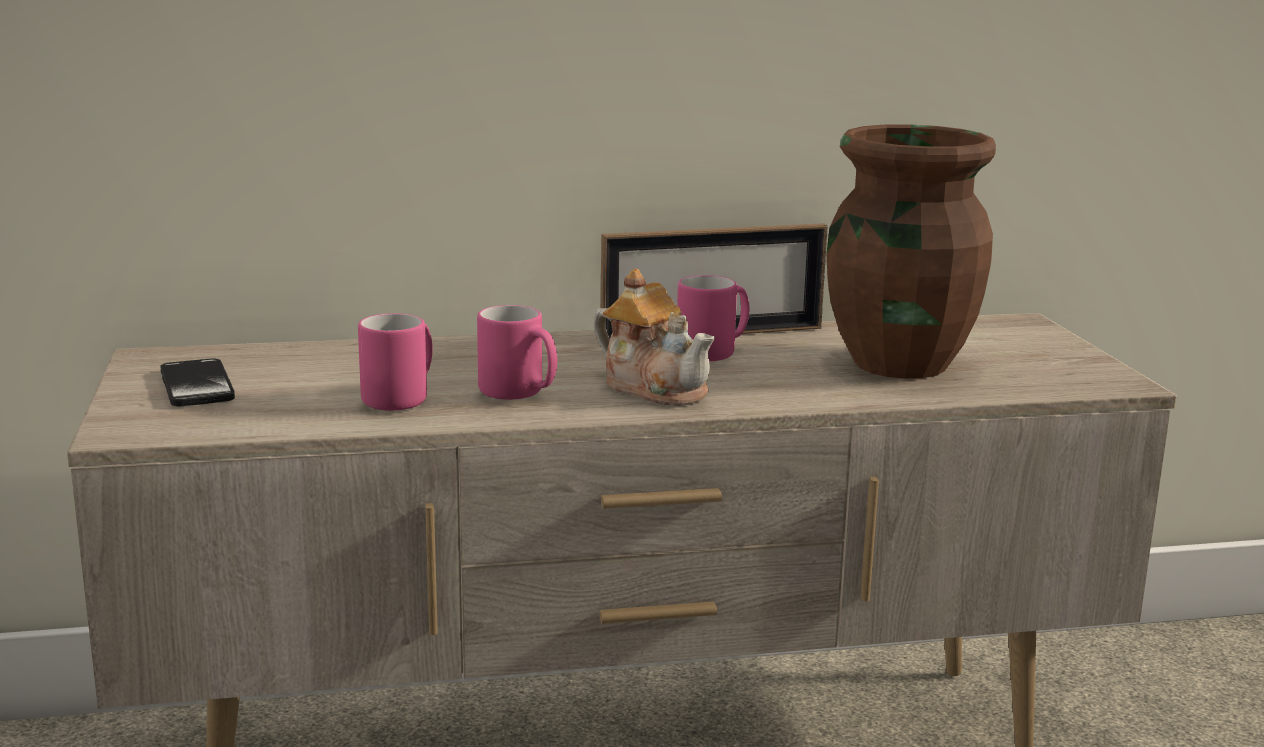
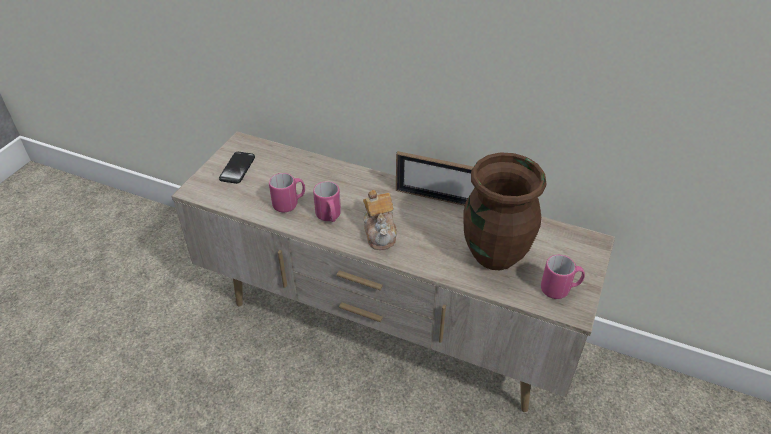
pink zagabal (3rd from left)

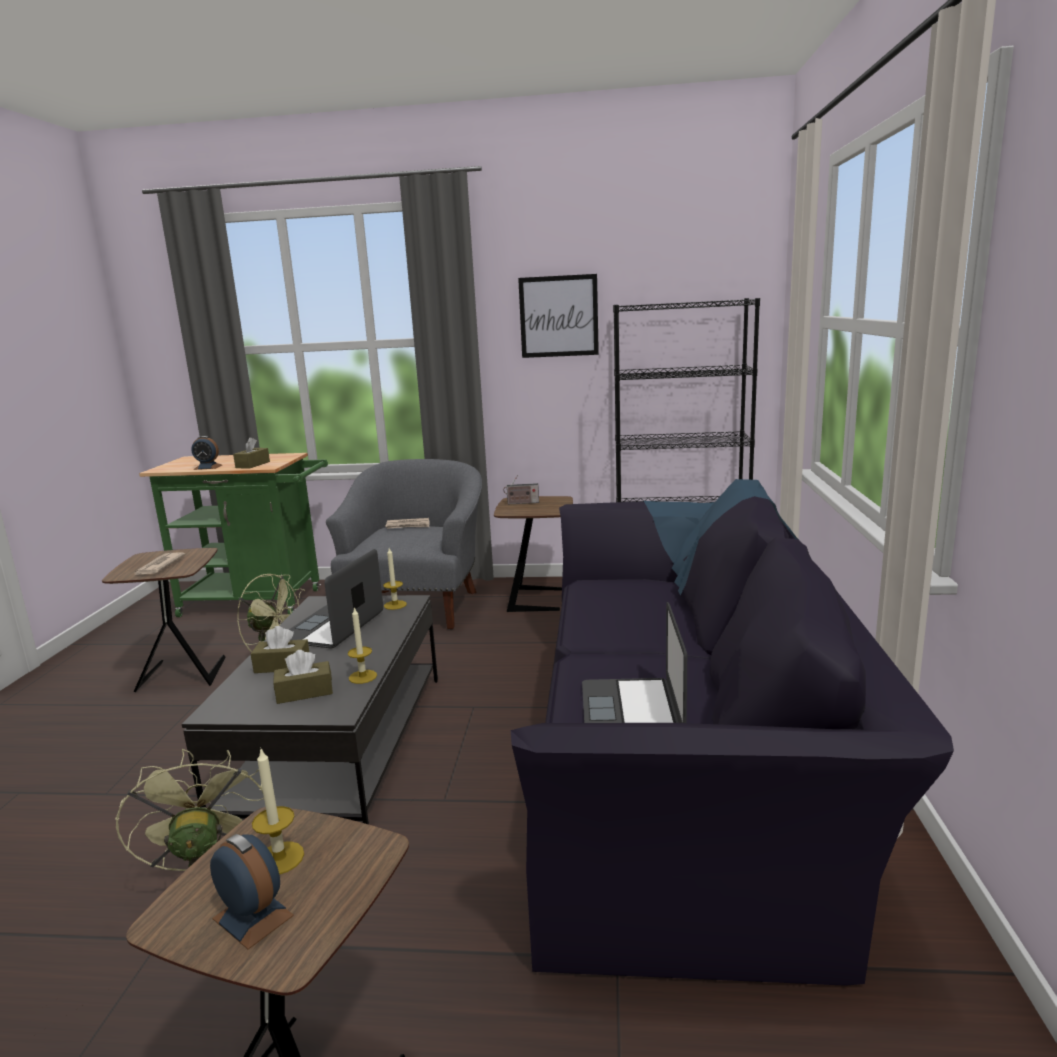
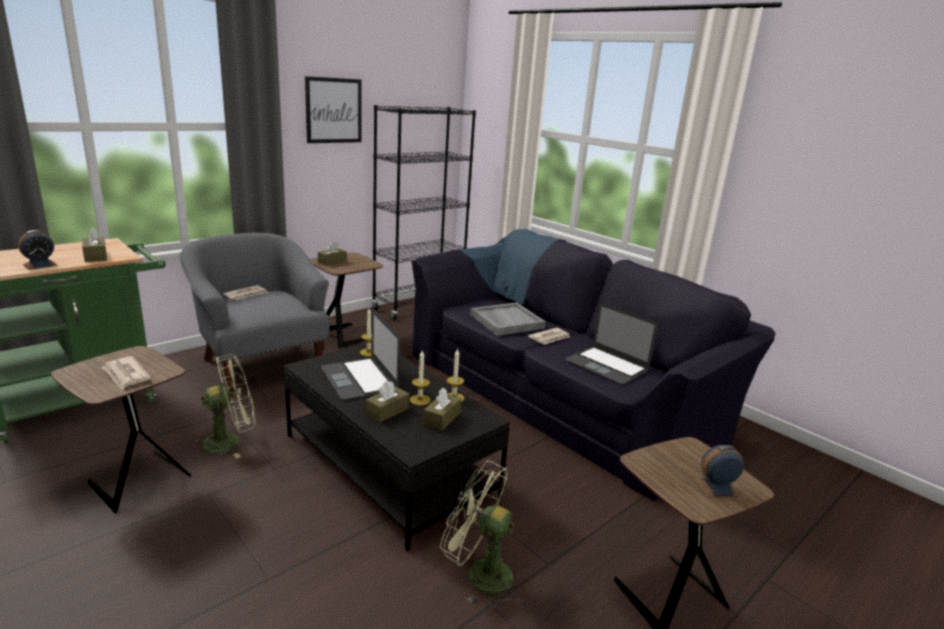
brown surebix (2nd from left)
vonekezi (2nd from left)
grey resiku
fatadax (3rd from left)

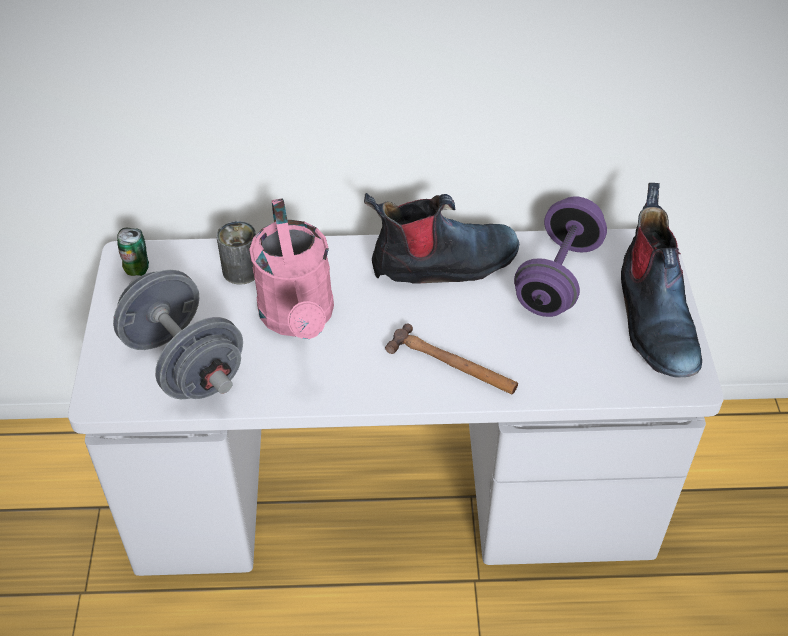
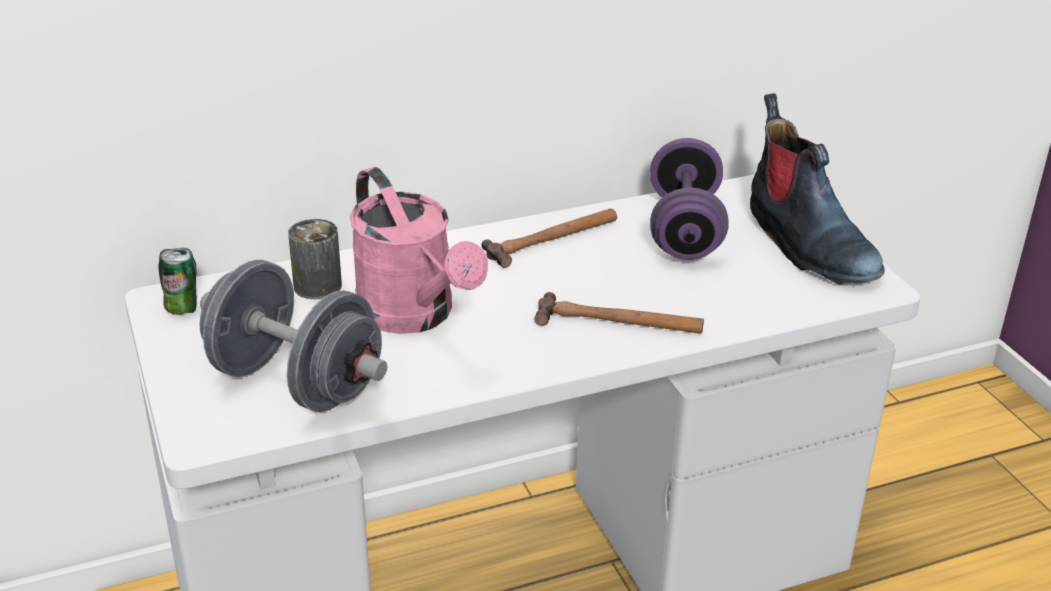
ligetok (1st from left)

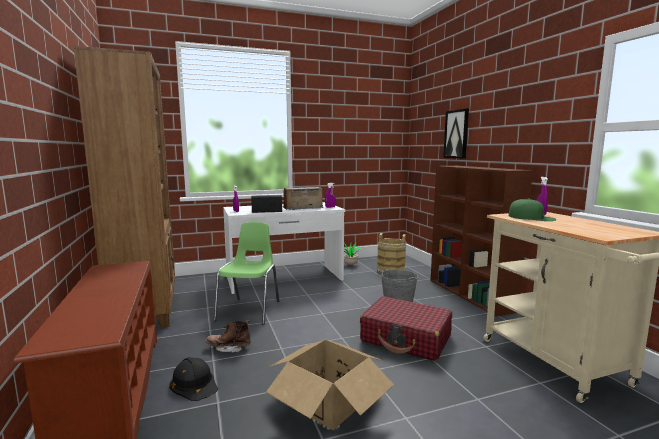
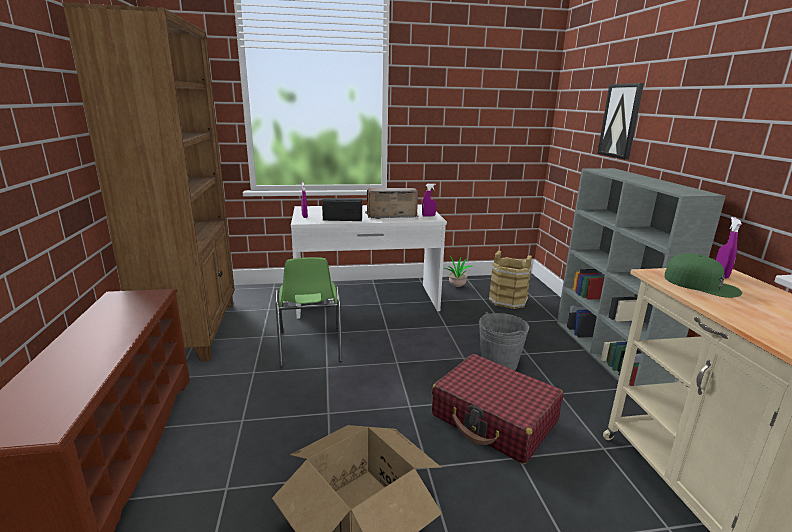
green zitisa
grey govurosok
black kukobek
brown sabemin

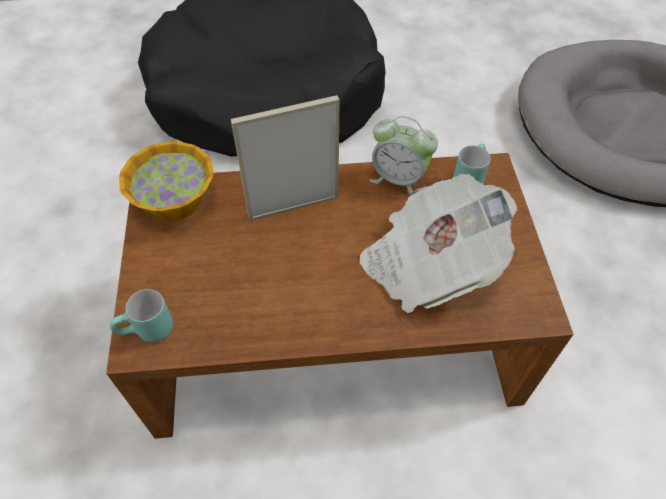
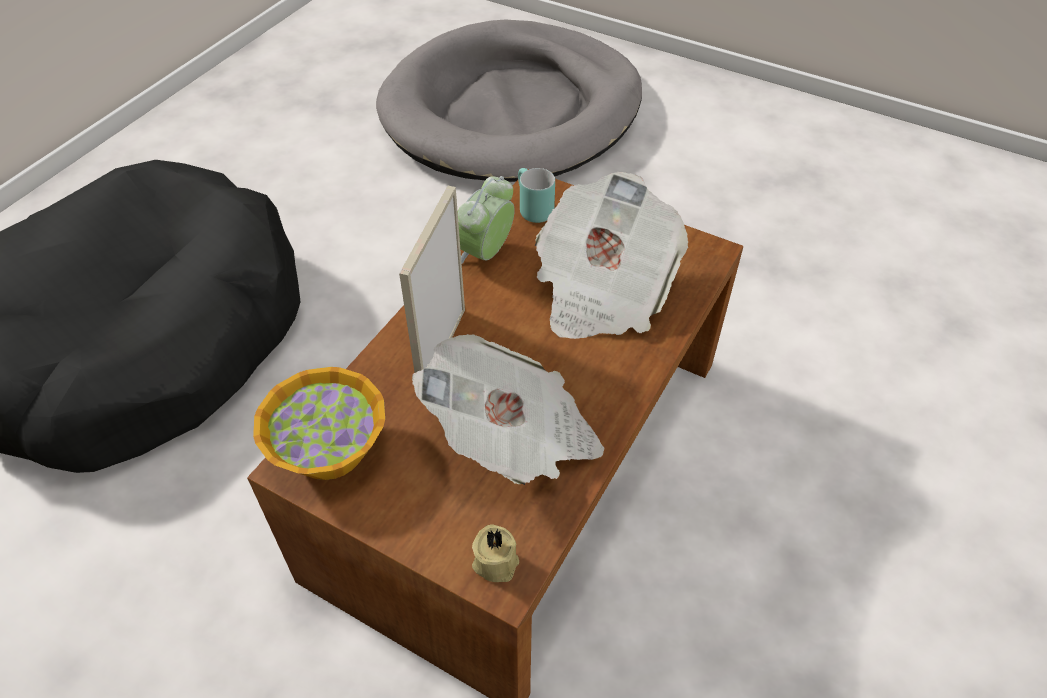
fatadax (1st from left)
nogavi
beige vonekezi

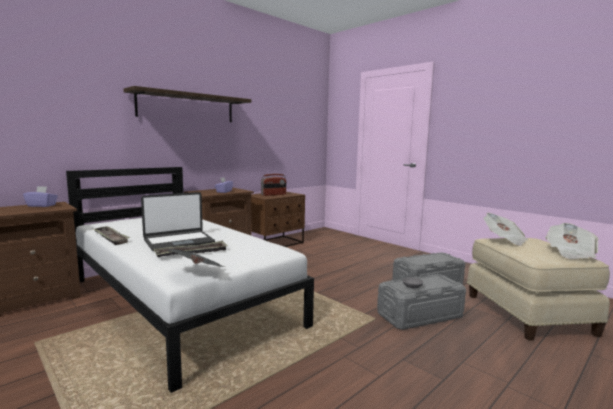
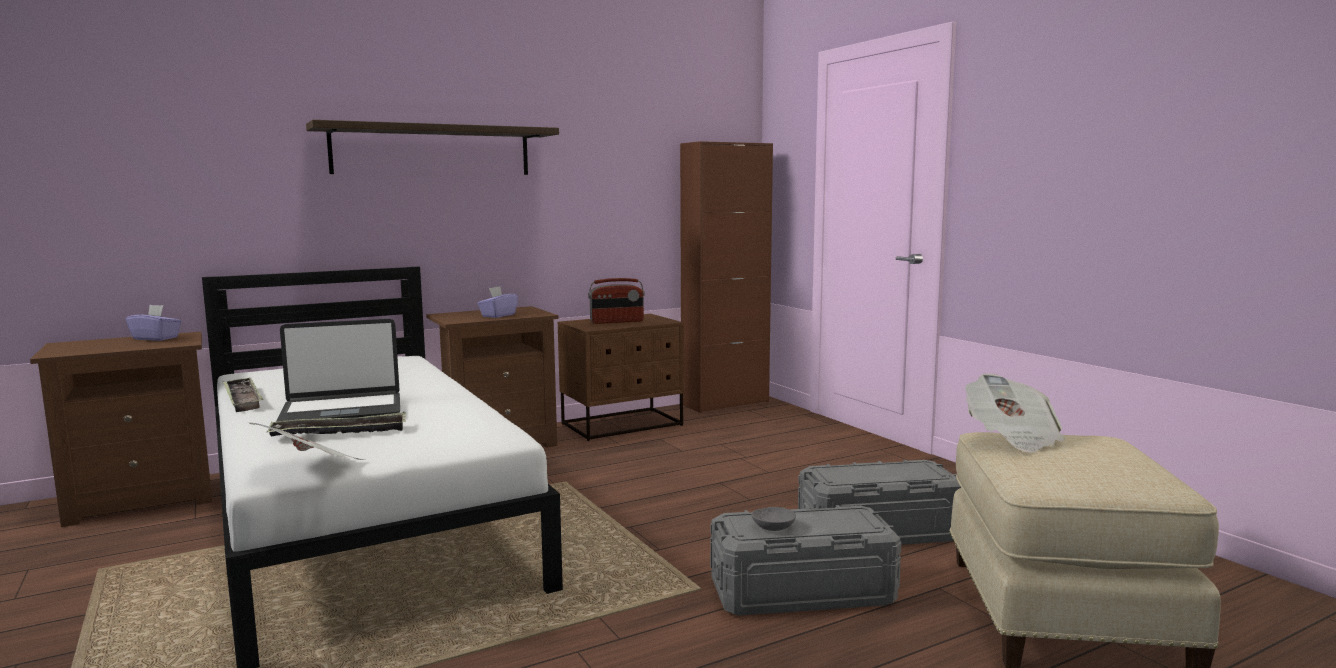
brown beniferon
fatadax (3rd from left in the first image)

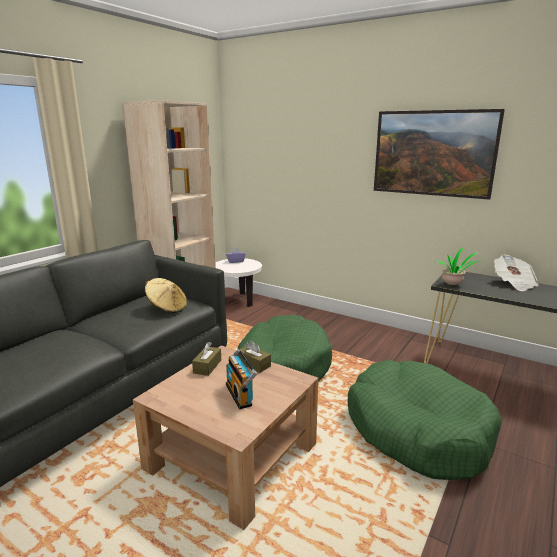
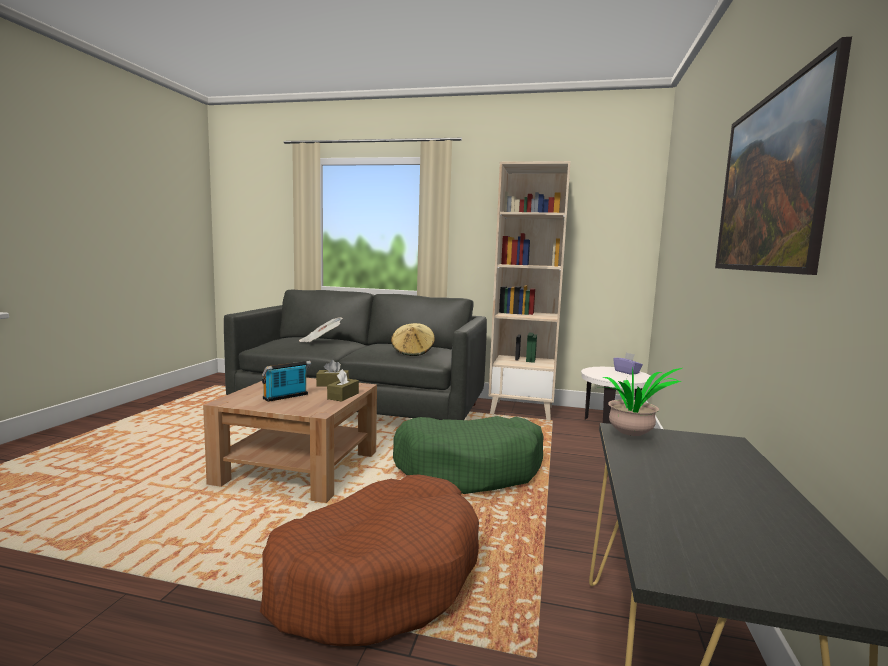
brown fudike
fatadax

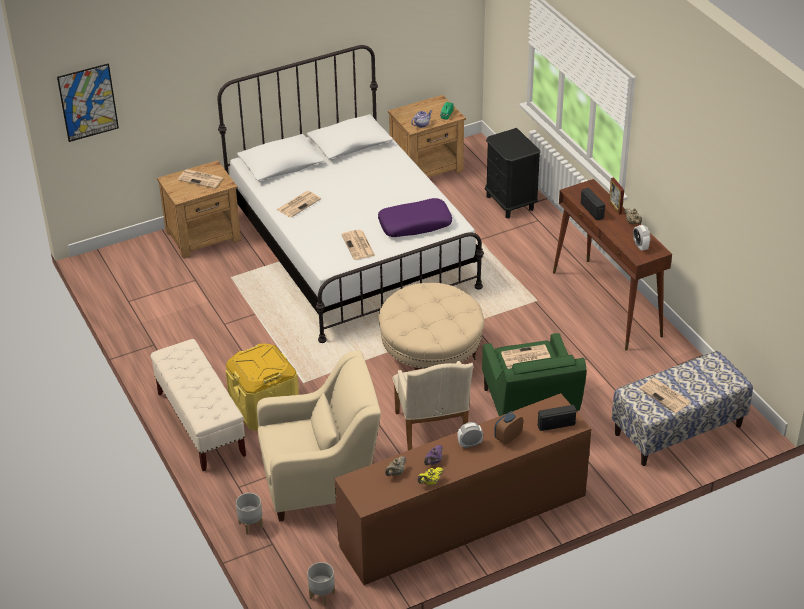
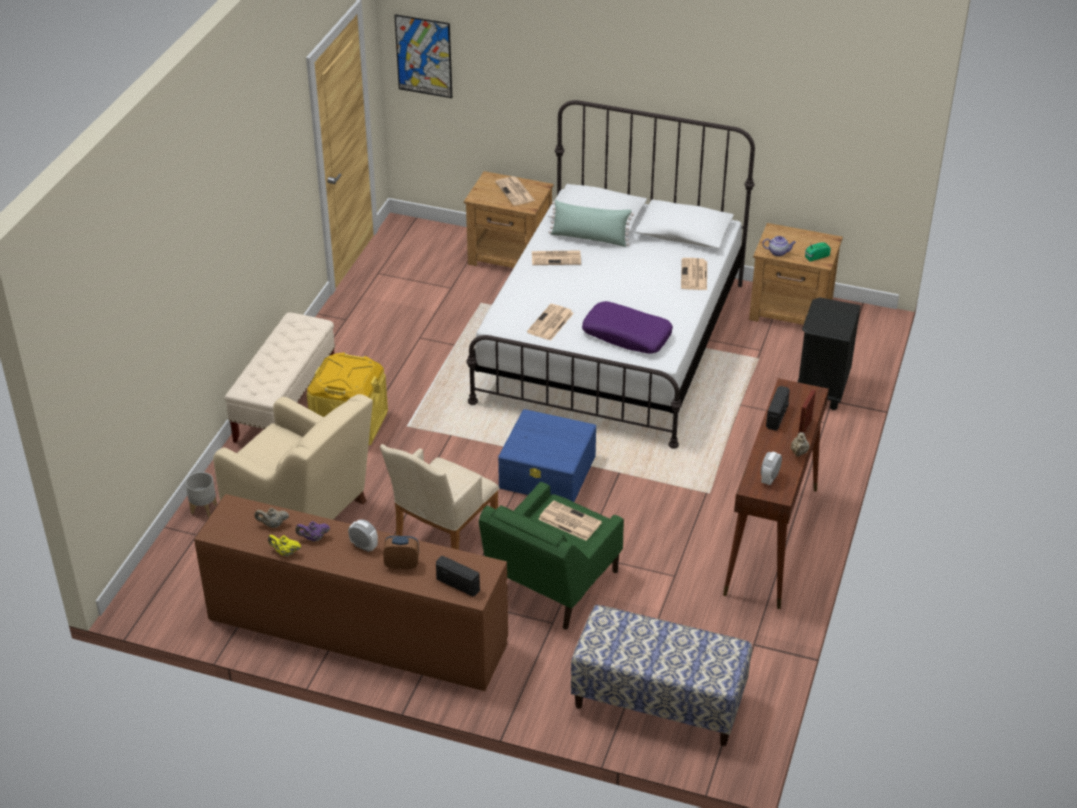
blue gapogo
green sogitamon
fatadax (5th from left)
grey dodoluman (2nd from left in the first image)

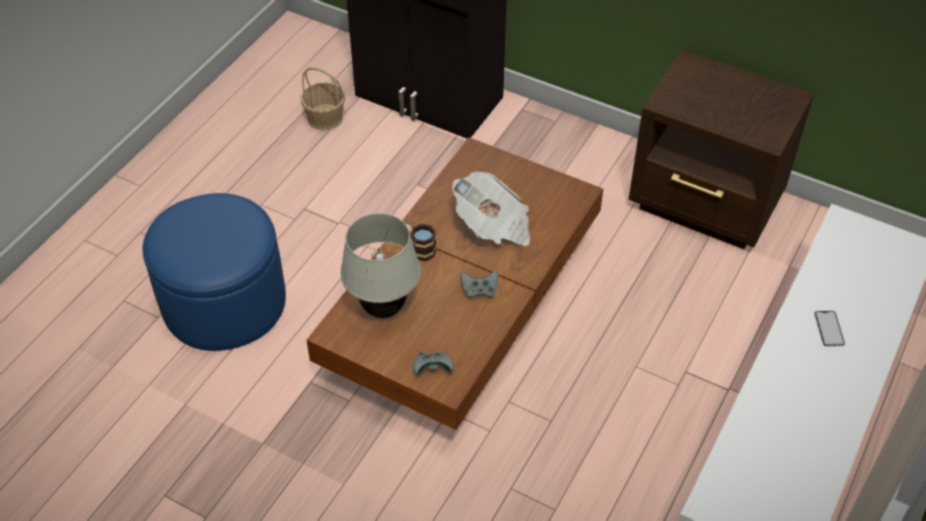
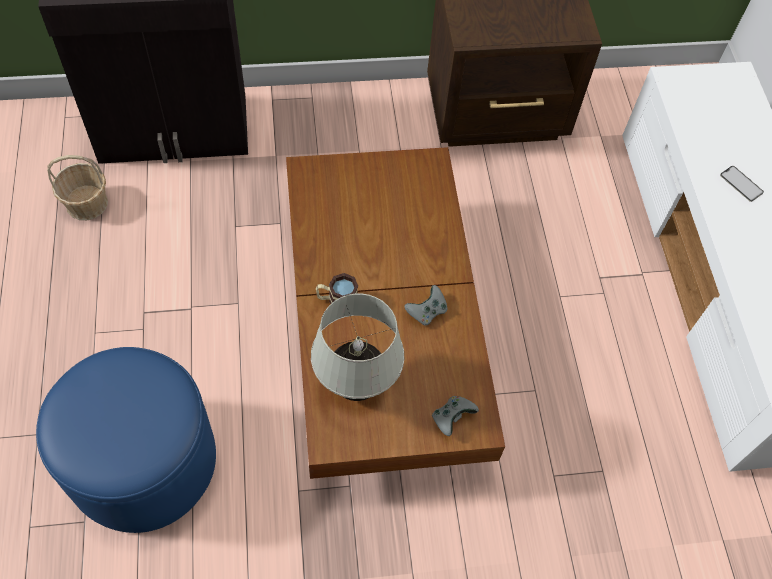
fatadax

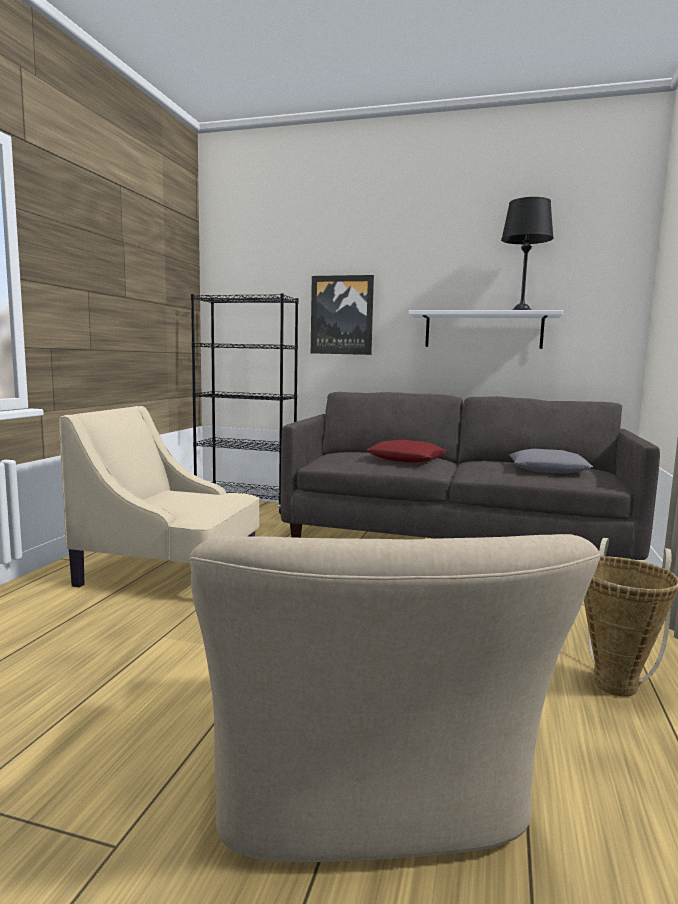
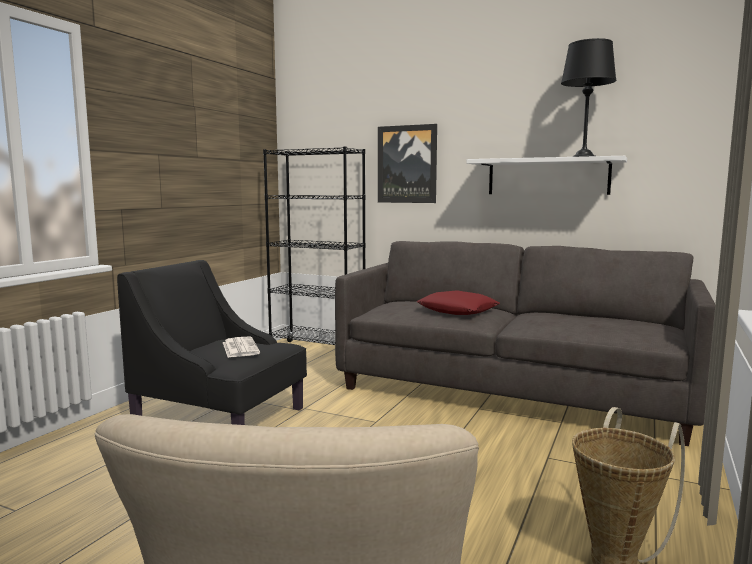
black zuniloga
fatadax
grey sogitamon

